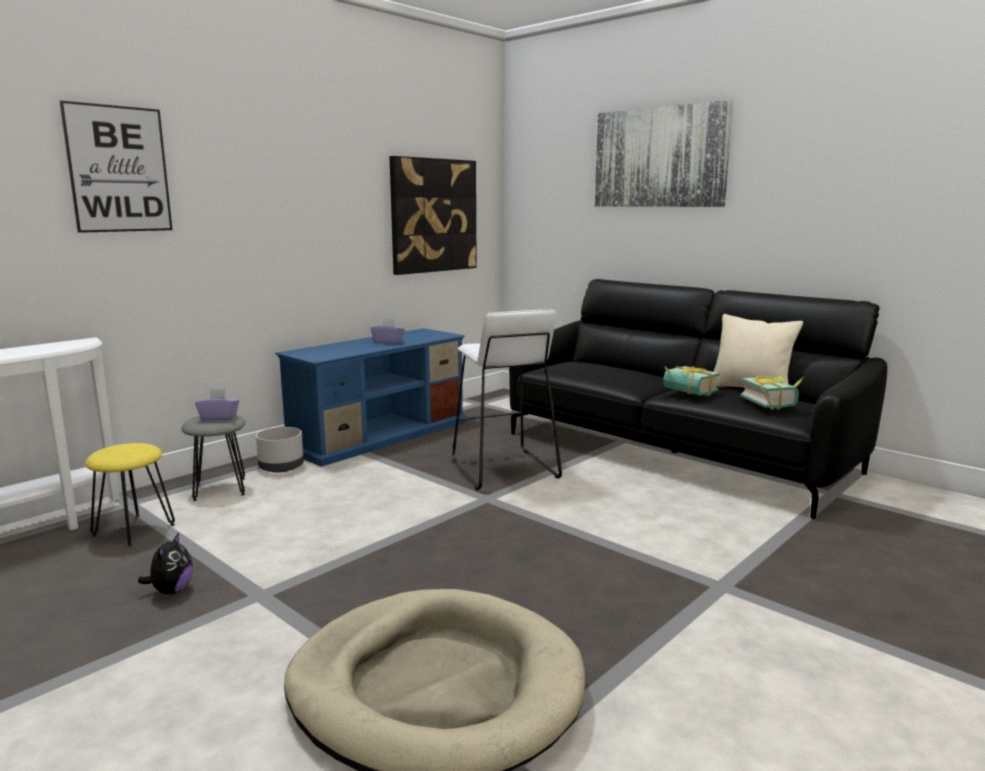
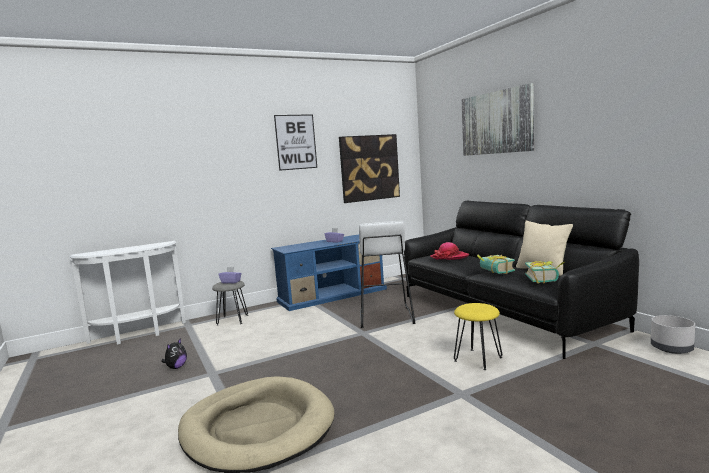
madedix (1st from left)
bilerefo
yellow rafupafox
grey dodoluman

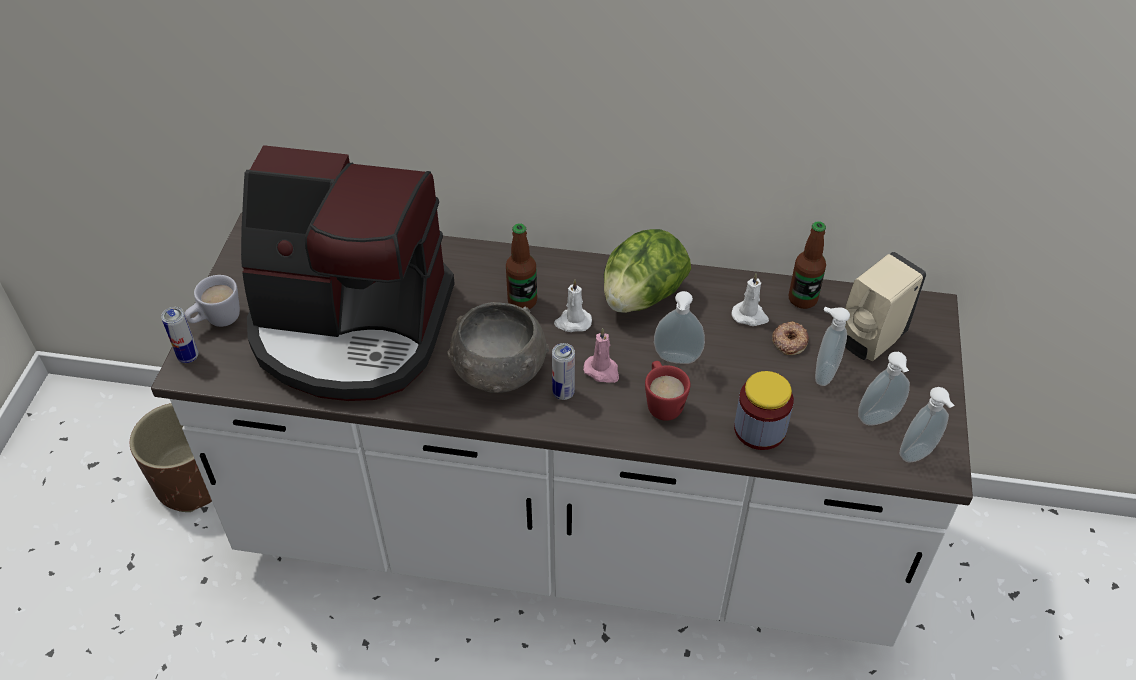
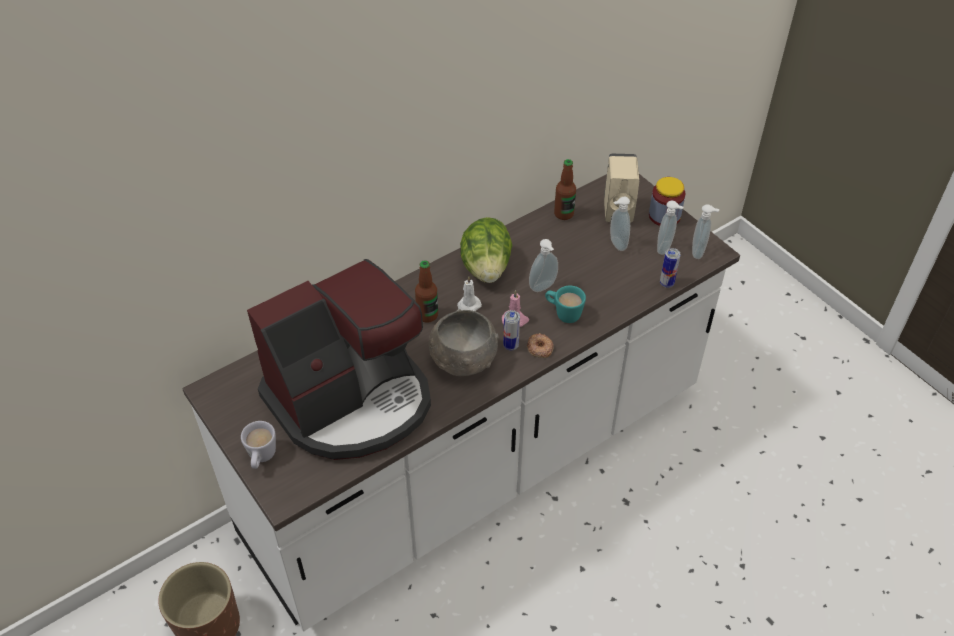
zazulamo
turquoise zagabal
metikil
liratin (2nd from left)
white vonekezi (2nd from left in the first image)

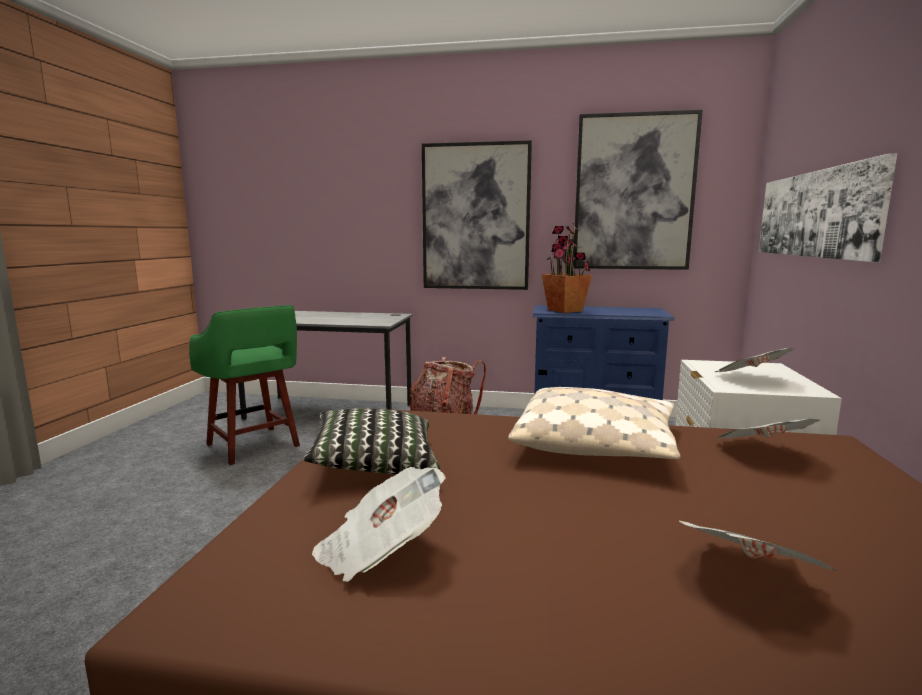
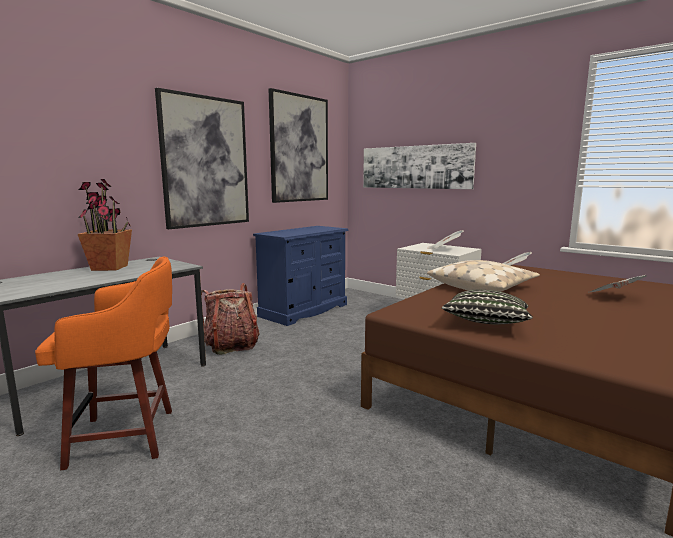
orange rafupafox
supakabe
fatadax (1st from left in the first image)

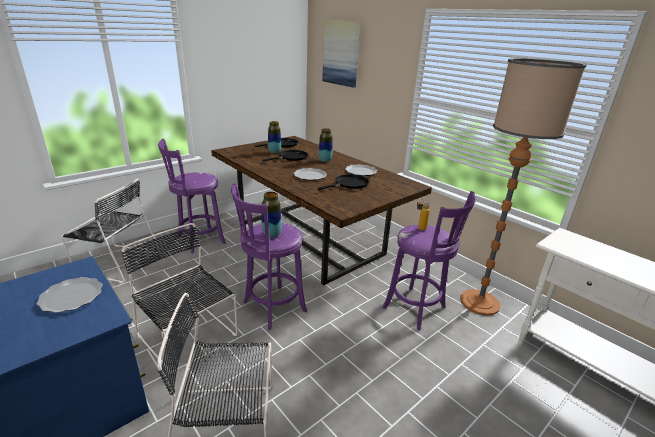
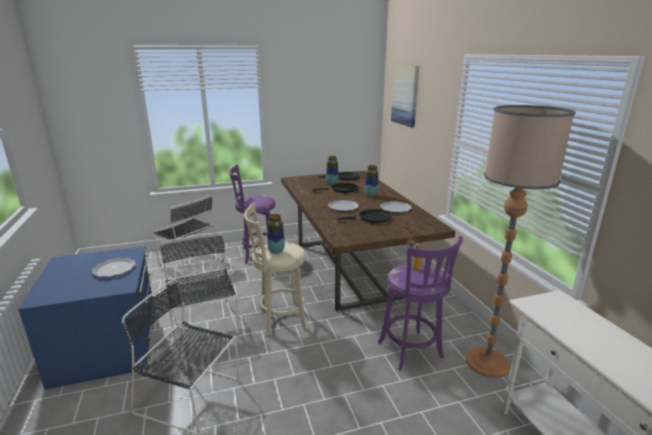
beige rafupafox

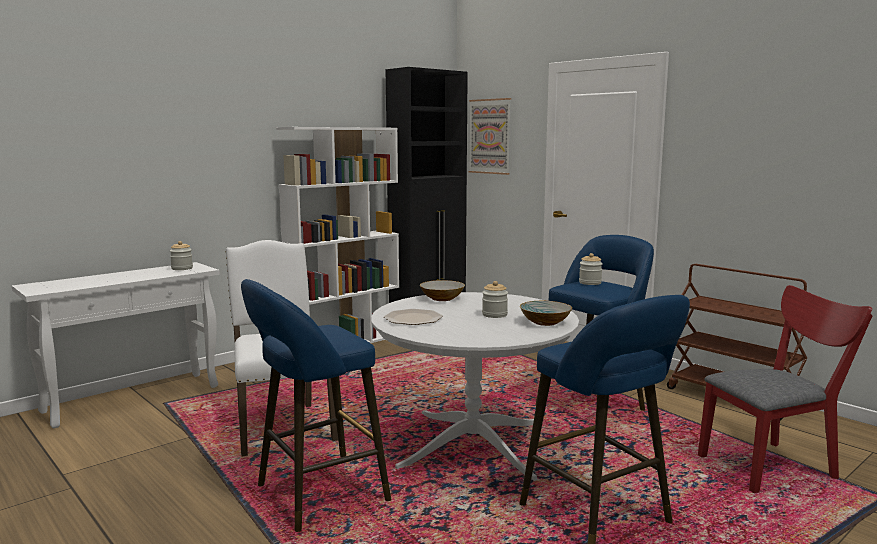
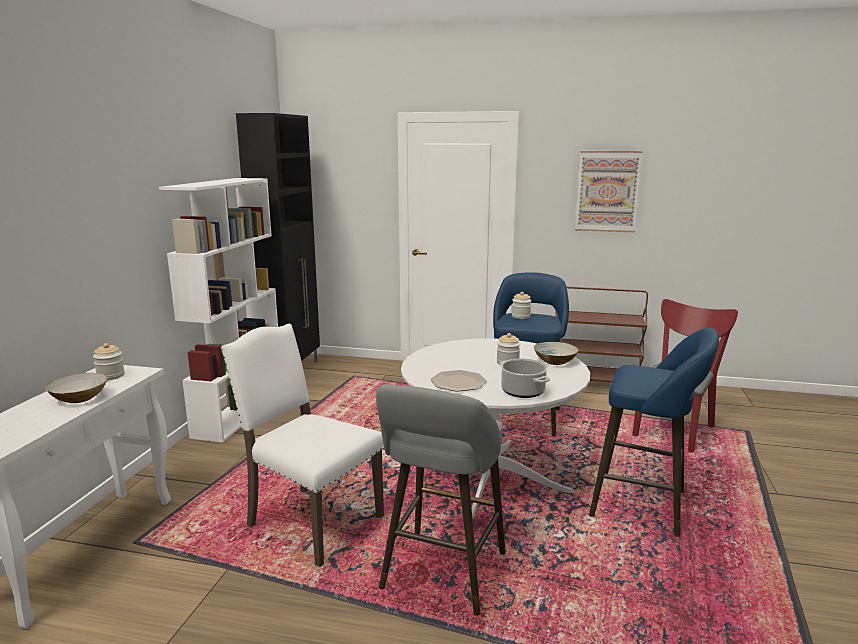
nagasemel (1st from left)
grey rafupafox
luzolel
madedix

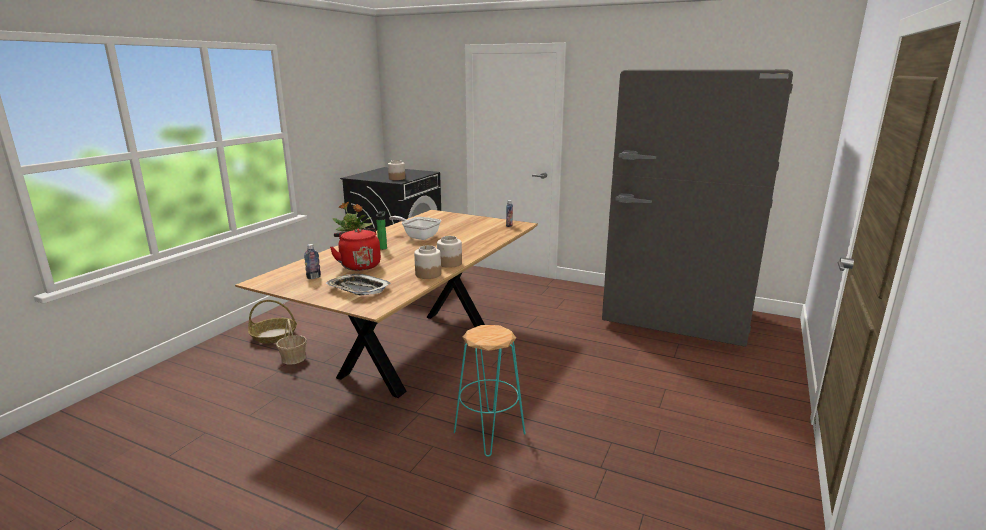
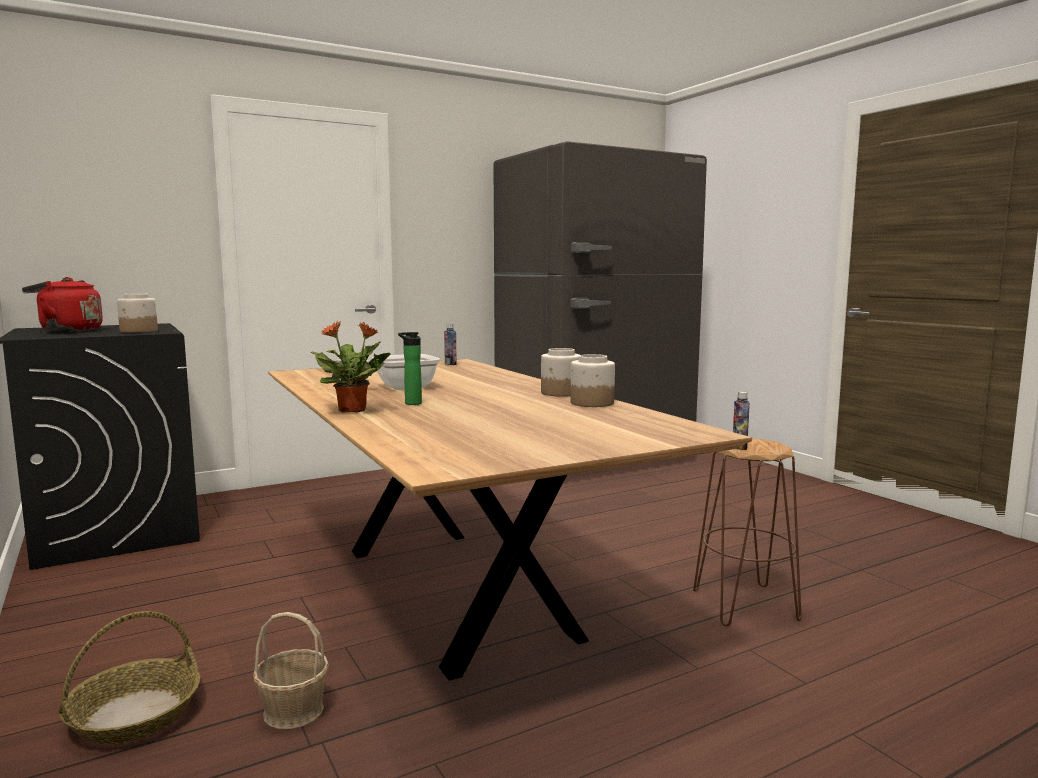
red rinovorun
brown rafupafox
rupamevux (3rd from left)
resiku

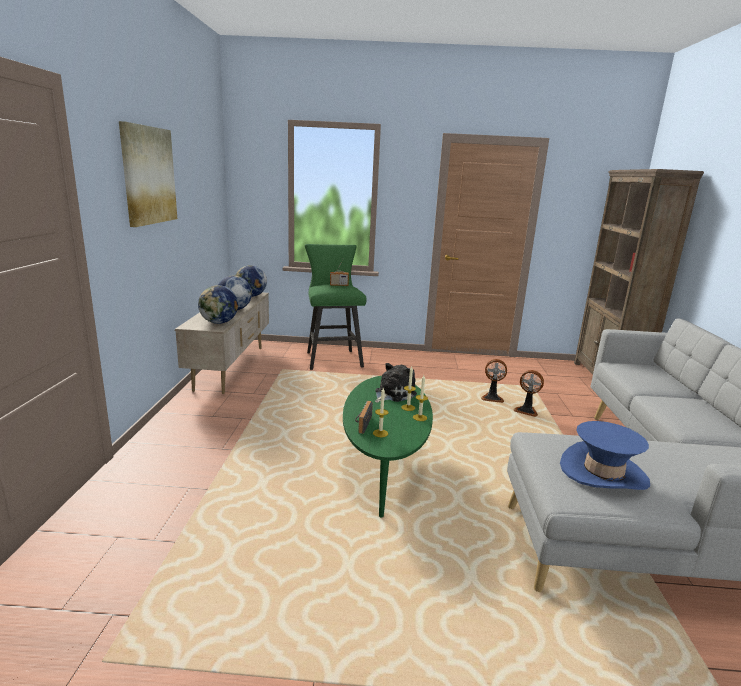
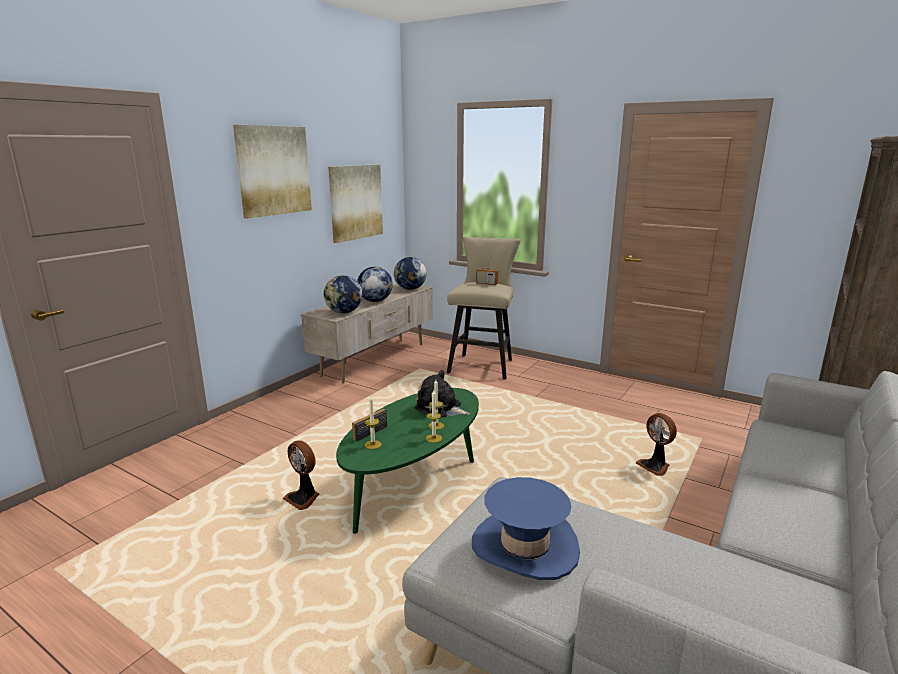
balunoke (1st from left)
madedix (2nd from left)
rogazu
beige rafupafox

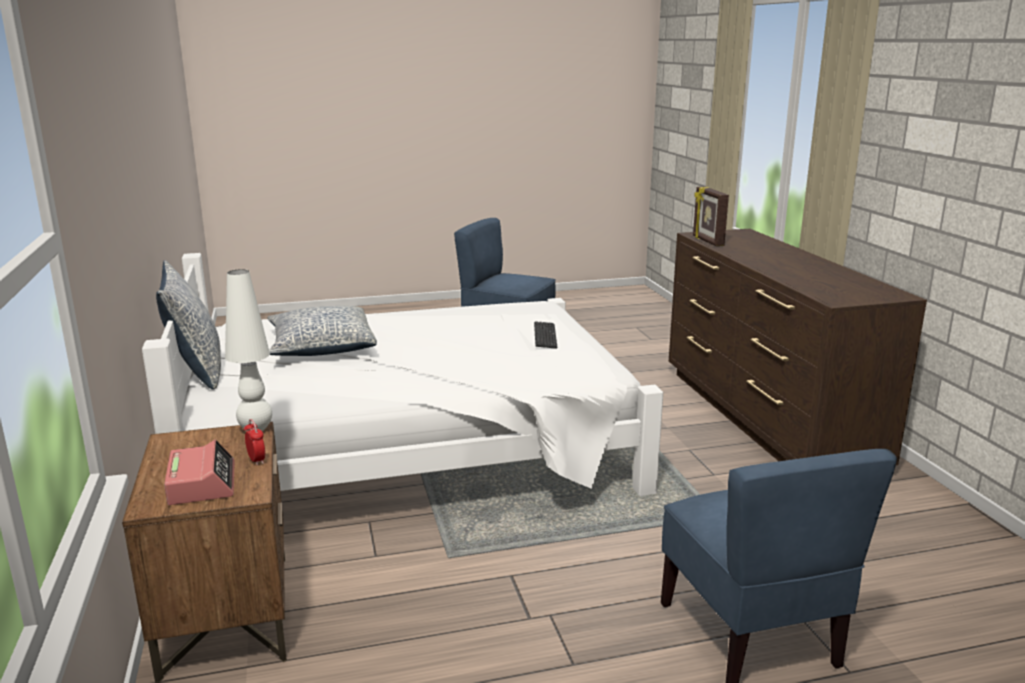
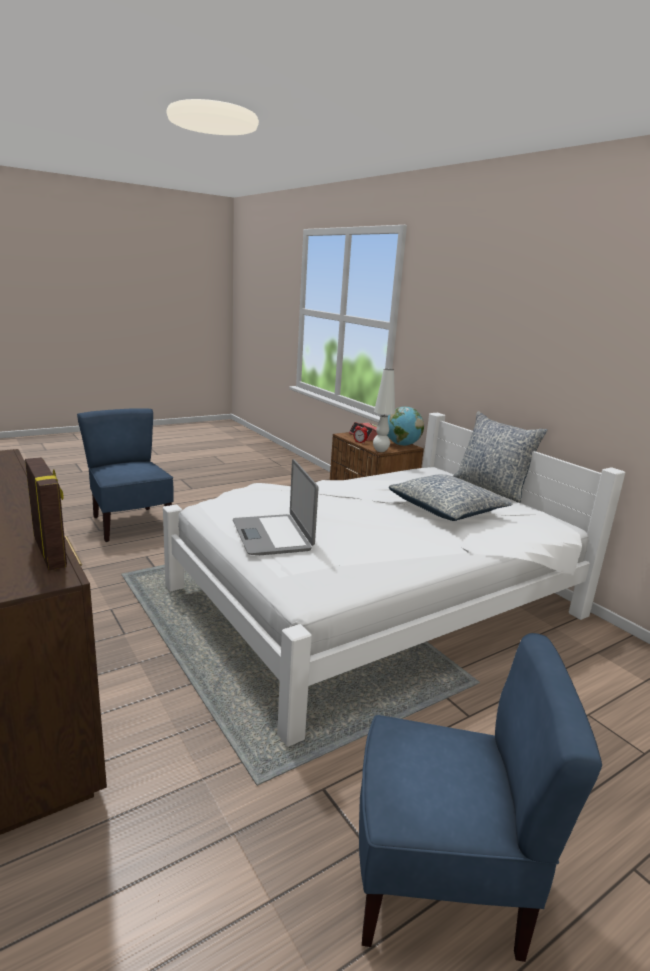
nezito
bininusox

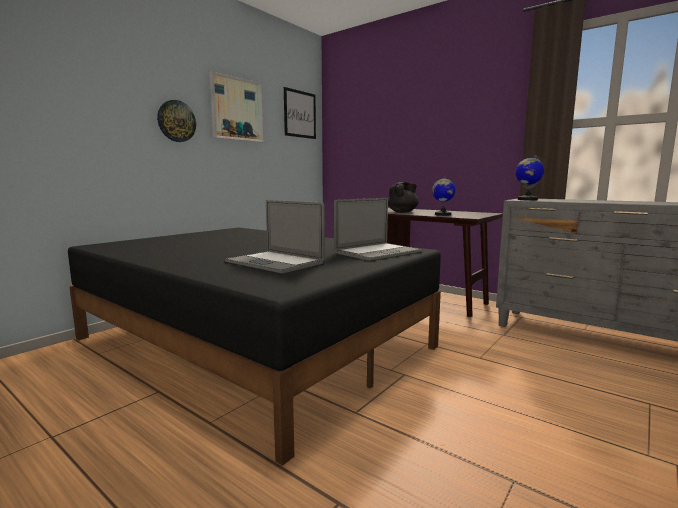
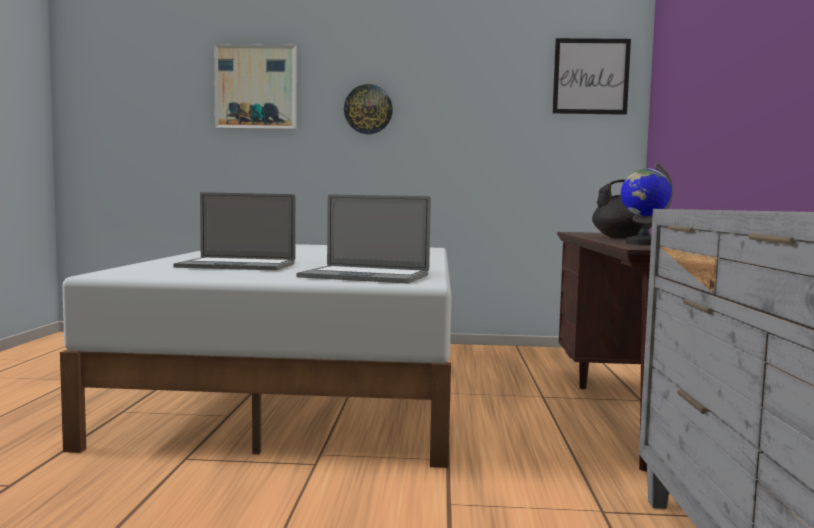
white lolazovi
nezito (1st from left)
madedix (1st from left)
bininusox (2nd from left in the first image)

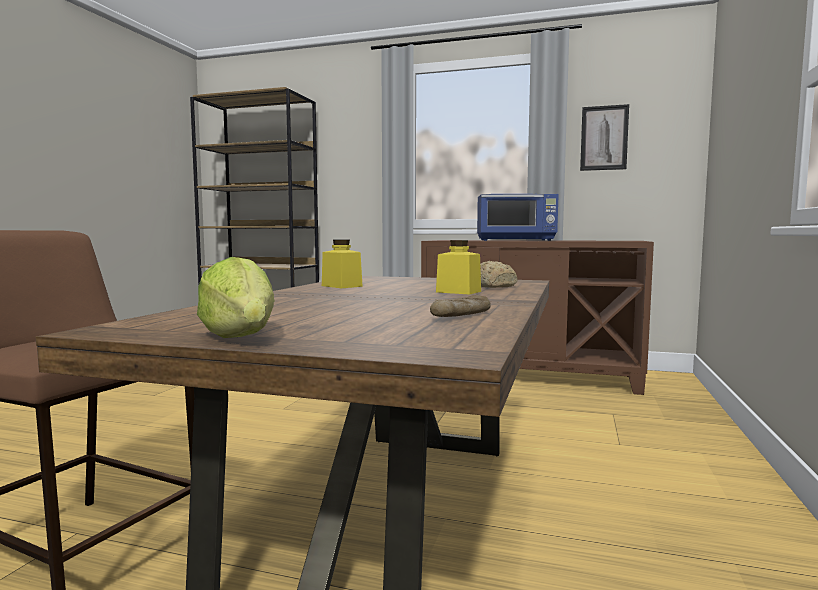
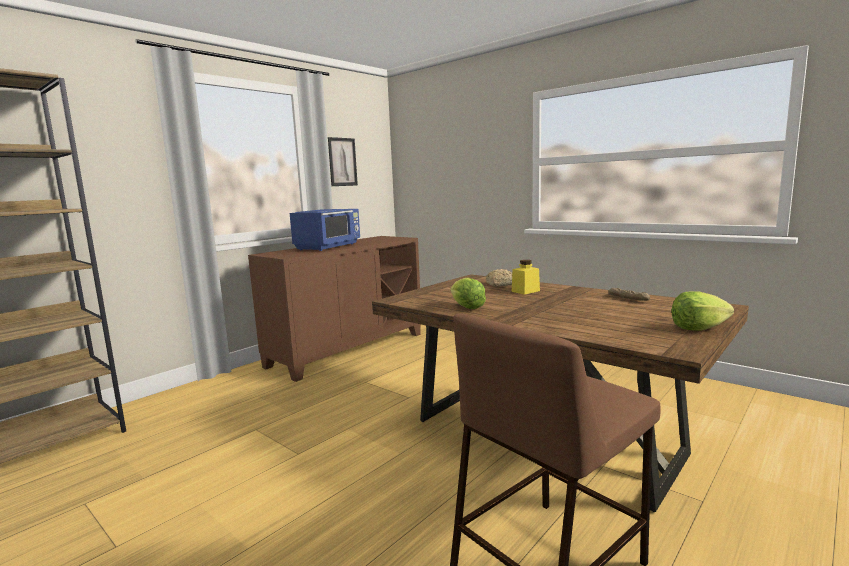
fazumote (1st from left)

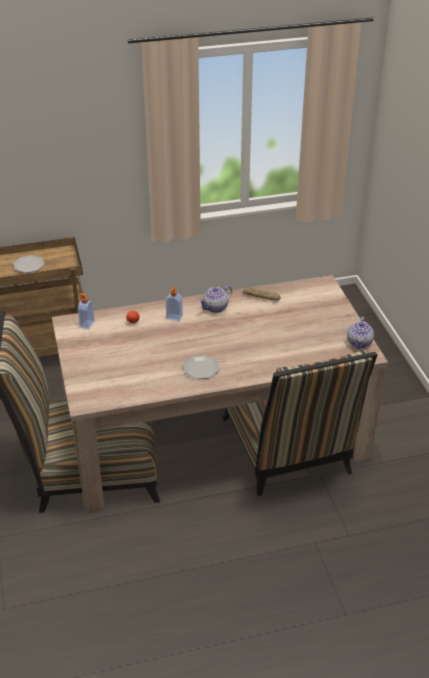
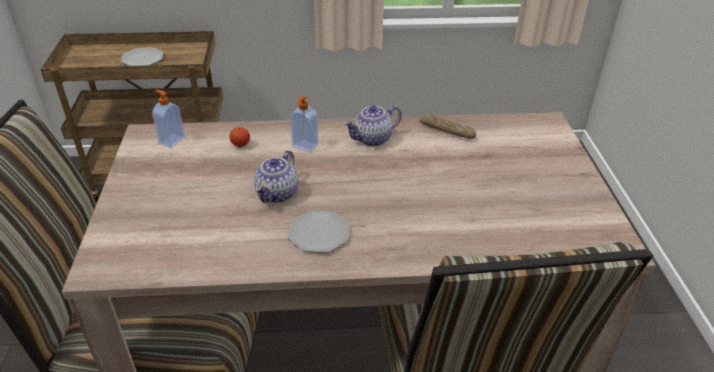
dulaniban (1st from left)

